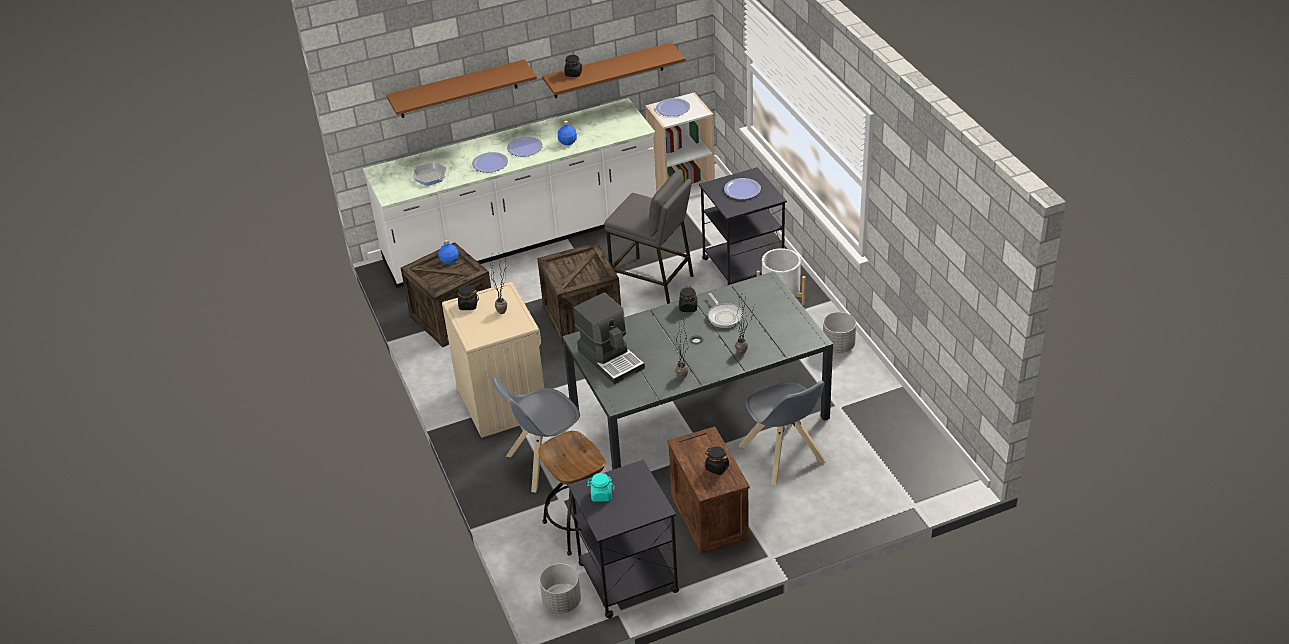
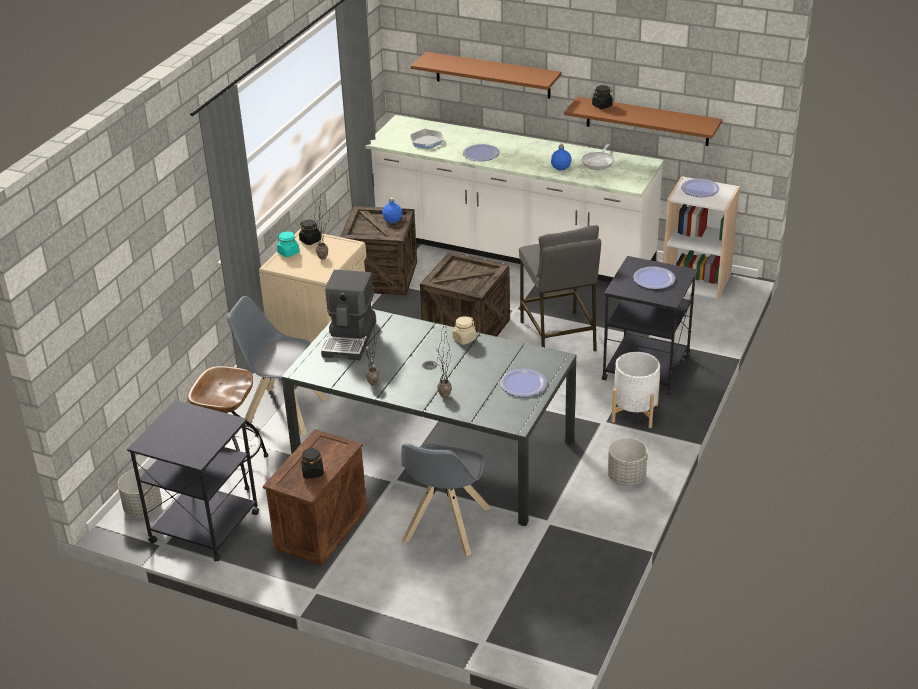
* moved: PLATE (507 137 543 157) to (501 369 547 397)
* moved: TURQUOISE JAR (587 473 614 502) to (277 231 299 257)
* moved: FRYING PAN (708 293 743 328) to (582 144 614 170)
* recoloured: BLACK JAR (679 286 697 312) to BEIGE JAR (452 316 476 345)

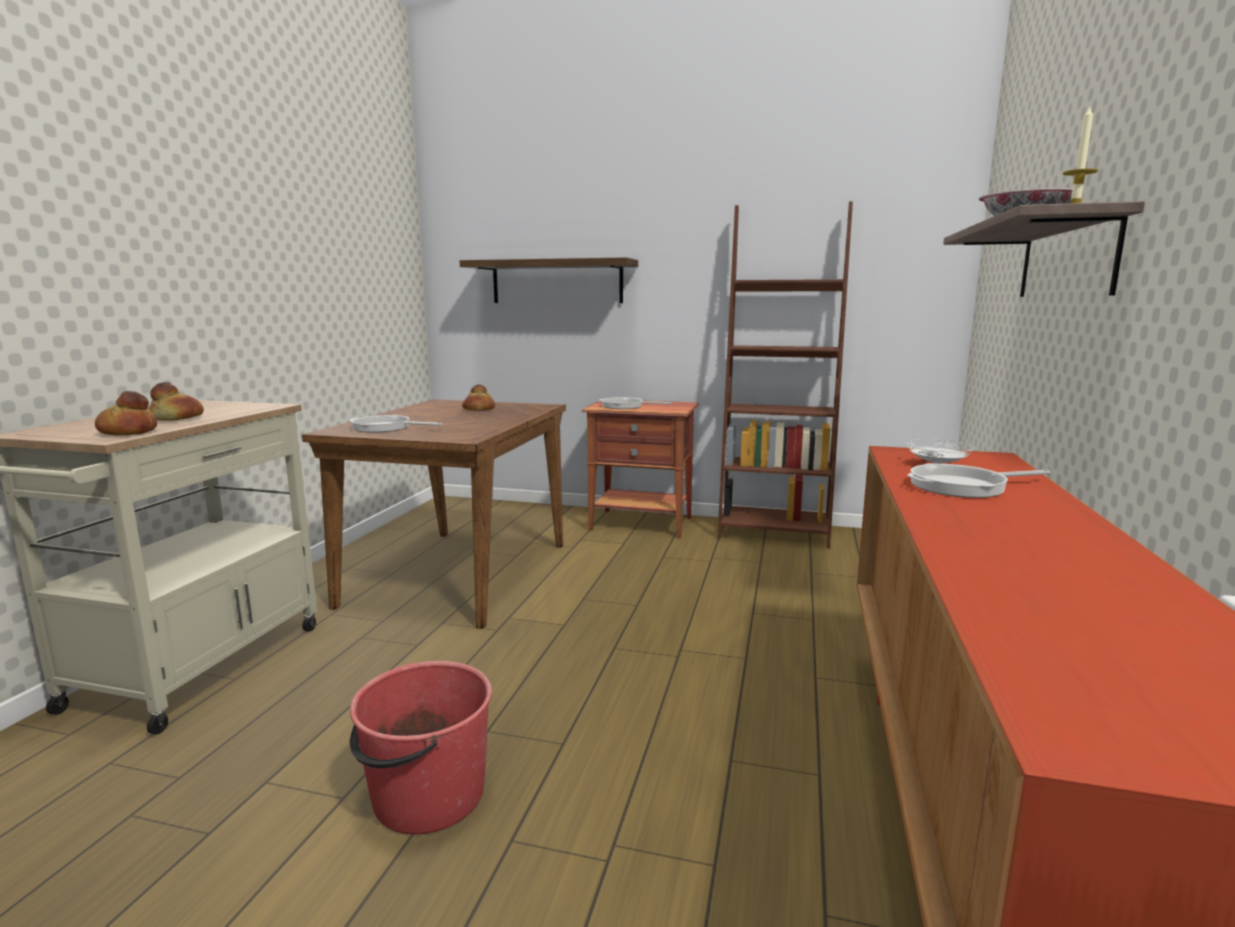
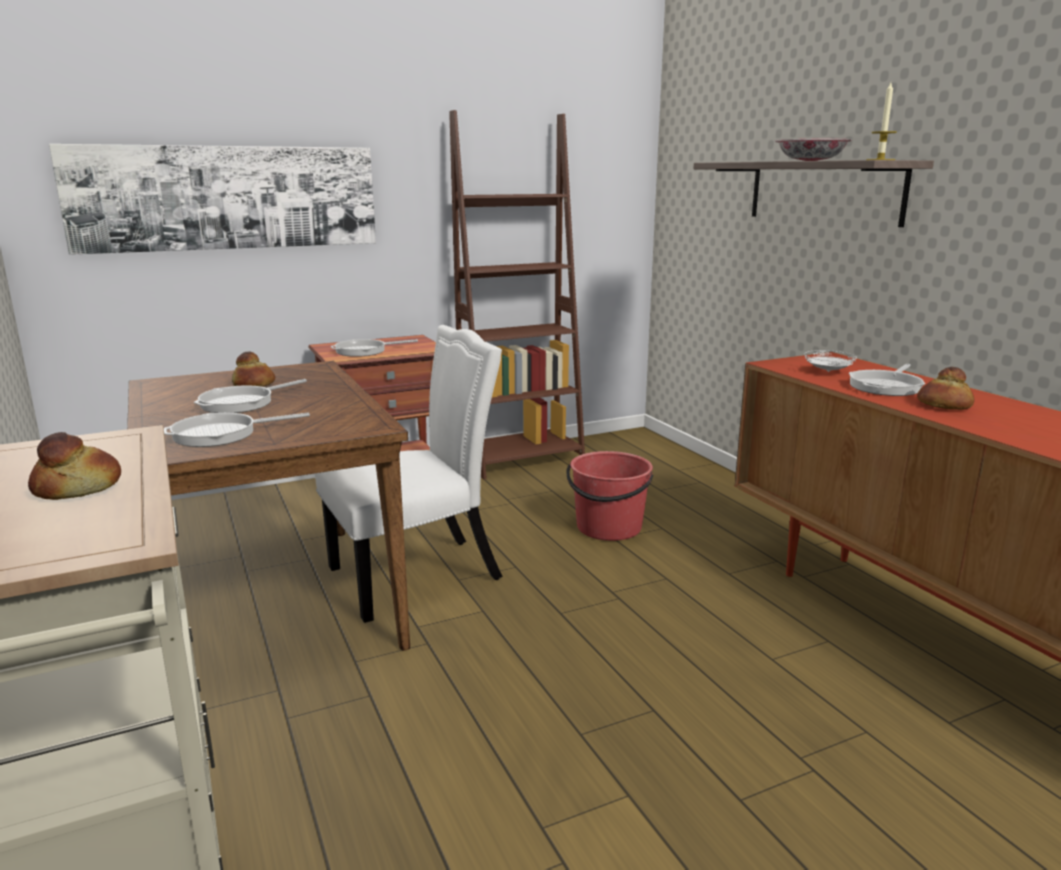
* added: FRYING PAN (194 379 307 413)
* added: WHITE CHAIR (315 325 503 623)
* moved: BREAD (95 391 157 436) to (917 367 975 410)
* moved: RED BUCKET (349 661 492 834) to (566 451 653 541)
* replaced: SHELF (460 257 638 303) to PICTURE (49 144 376 255)

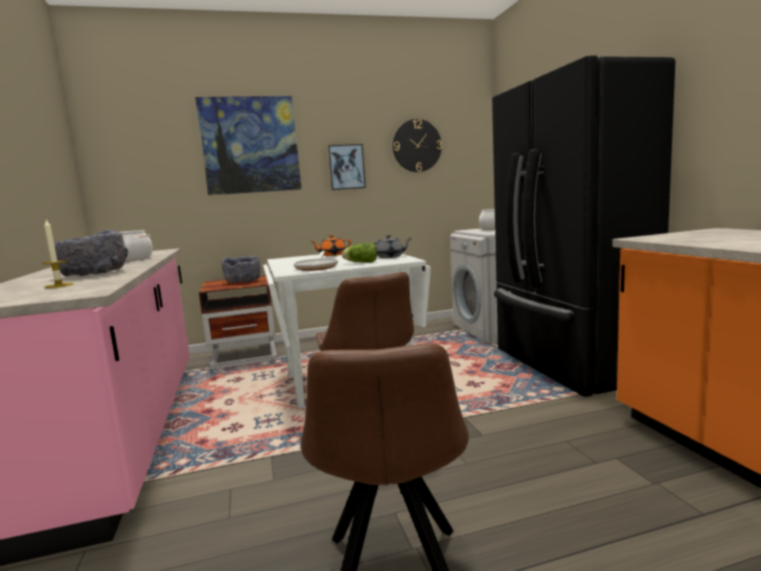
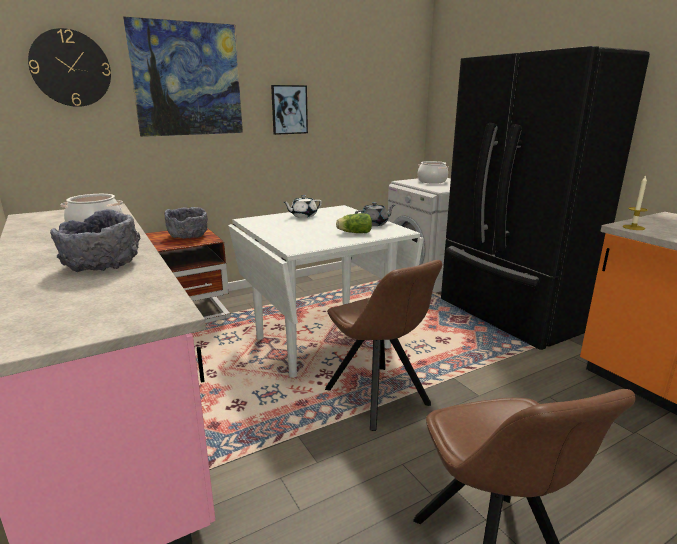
* removed: FRYING PAN (293 251 338 271)
* moved: CANDLE (42 220 73 288) to (623 175 648 230)
* moved: WALL CLOCK (393 119 442 172) to (28 28 111 107)
* recoloured: ORANGE TEAPOT (310 235 351 256) to WHITE TEAPOT (283 195 322 218)

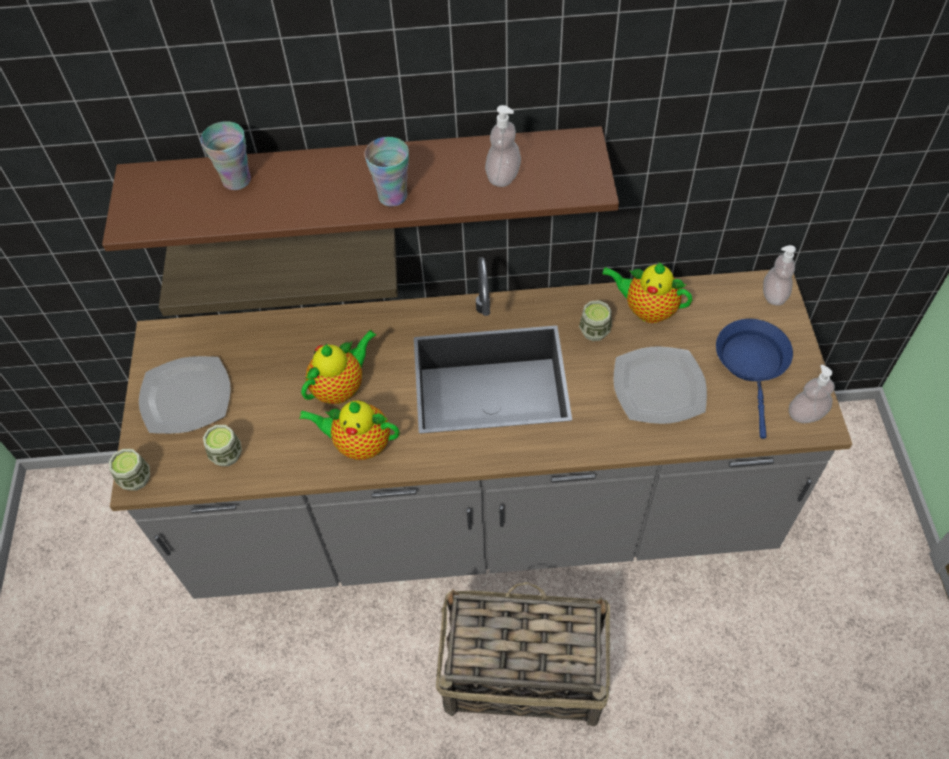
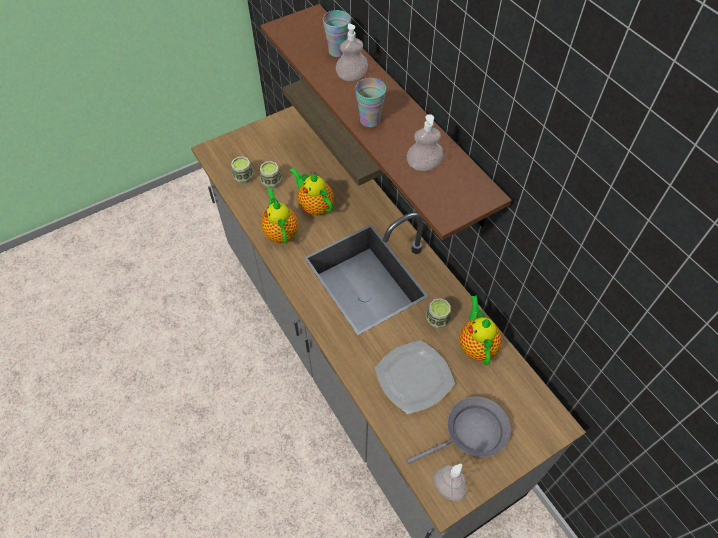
* removed: PLATE (139 356 230 434)
* removed: BASKET (436 582 610 727)
* moved: CUP (109 449 150 491) to (260 161 282 189)
* moved: SOAP DISPENSER (763 245 796 306) to (336 23 368 81)
* recoloured: BLUE FRYING PAN (716 319 793 439) to GREY FRYING PAN (407 397 511 464)
* turned: TEAPOT (301 330 377 404) = (289 167 334 216) 150 degrees counterclockwise

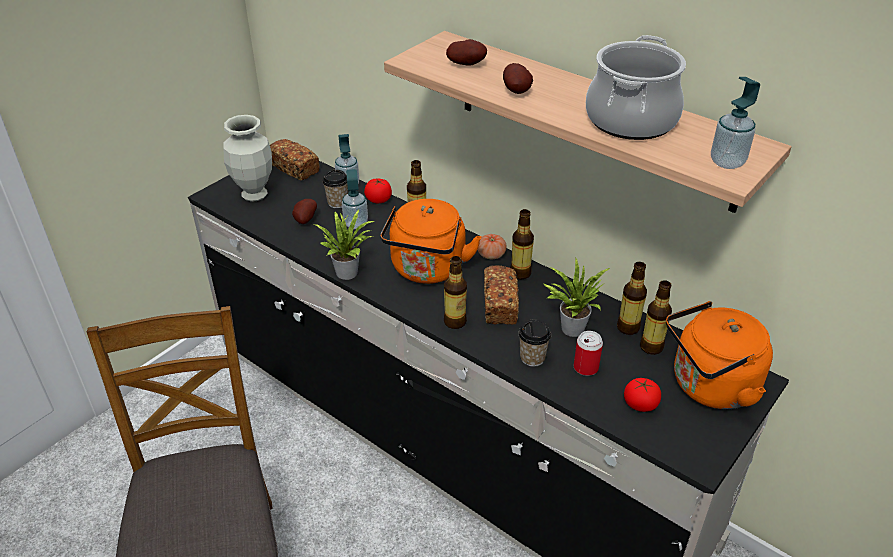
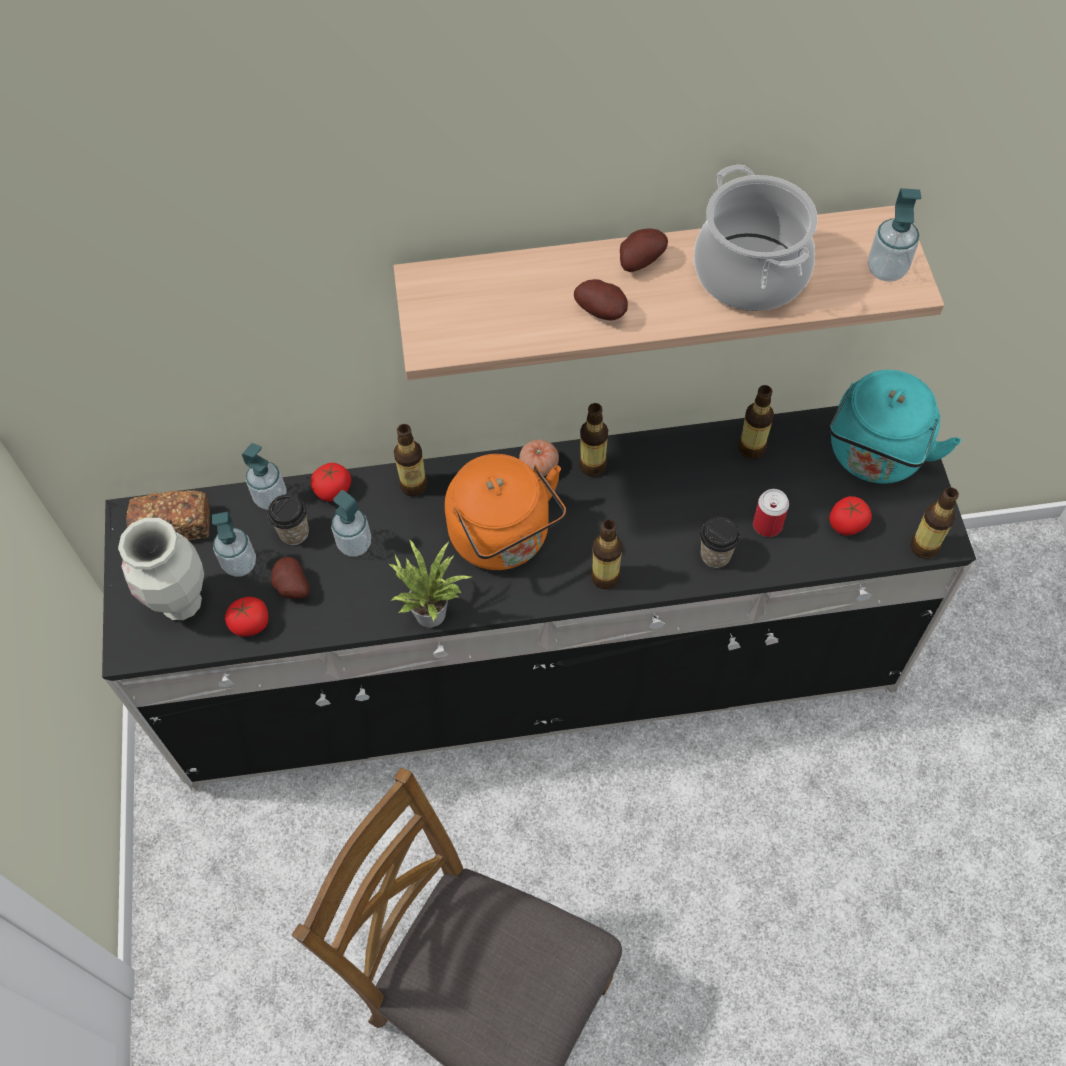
* removed: BREAD (484 265 519 324)
* removed: POTTED PLANT (542 258 610 337)
* added: SOAP DISPENSER (212 512 256 577)
* added: TOMATO (225 597 268 636)
* moved: POTATO (446 39 487 66) to (620 228 668 272)
* moved: BOTTLE (640 280 672 355) to (910 487 959 559)
* recoloured: ORANGE KETTLE (666 301 773 409) to TURQUOISE KETTLE (829 370 961 484)

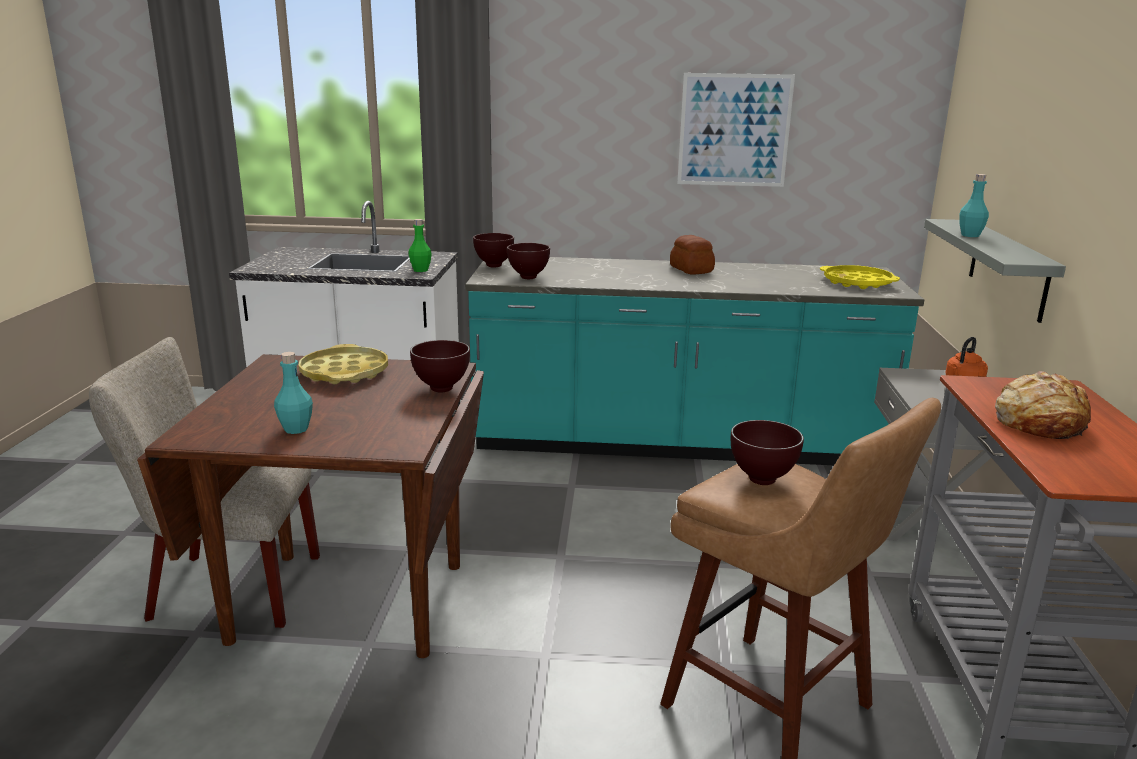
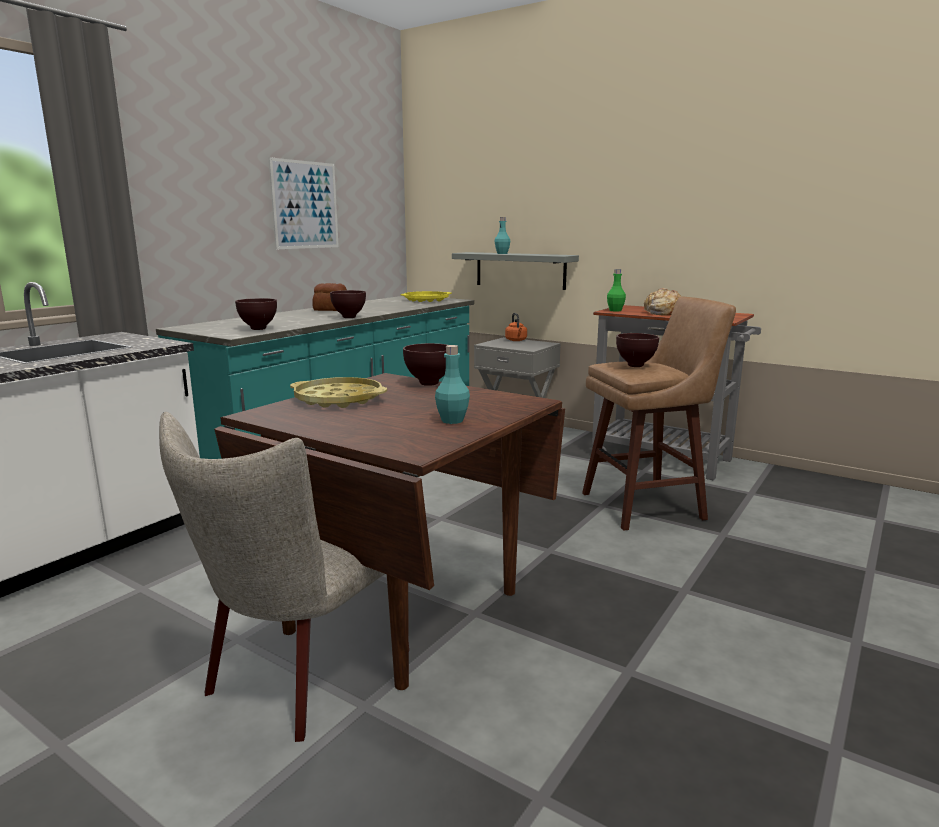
* moved: GREEN BOTTLE (408 219 432 272) to (607 269 626 311)
* moved: BROWN BOWL (473 233 514 268) to (330 290 366 318)

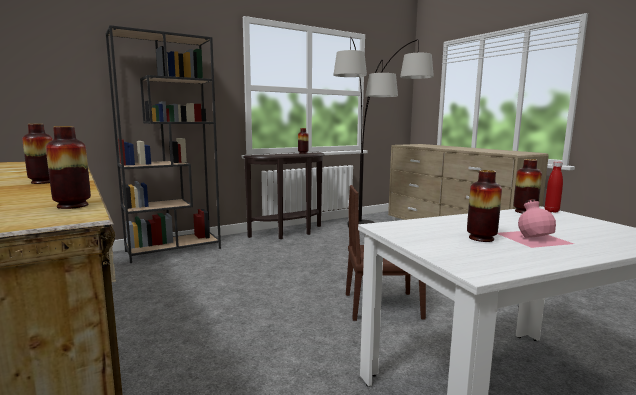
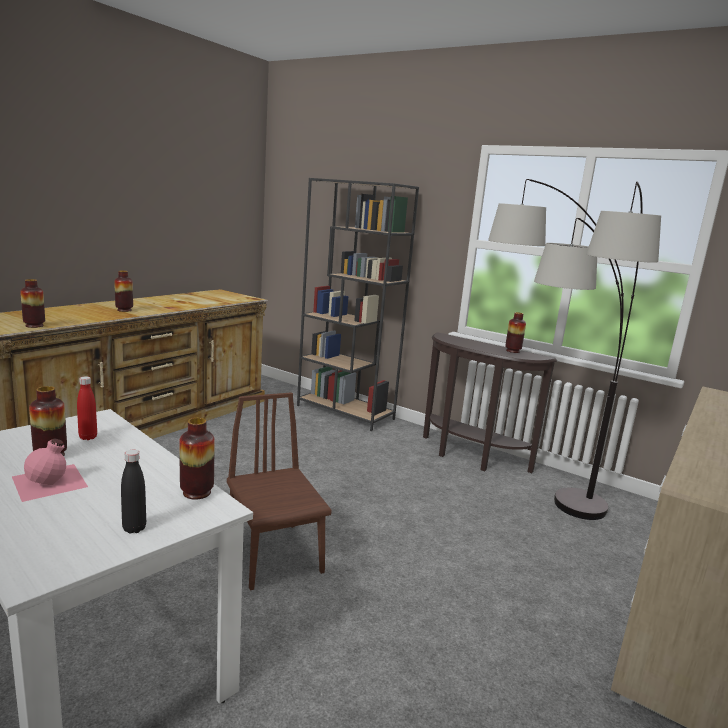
* added: BLACK BOTTLE (121 450 146 534)
* moved: RED BOTTLE (545 161 563 213) to (77 376 97 440)

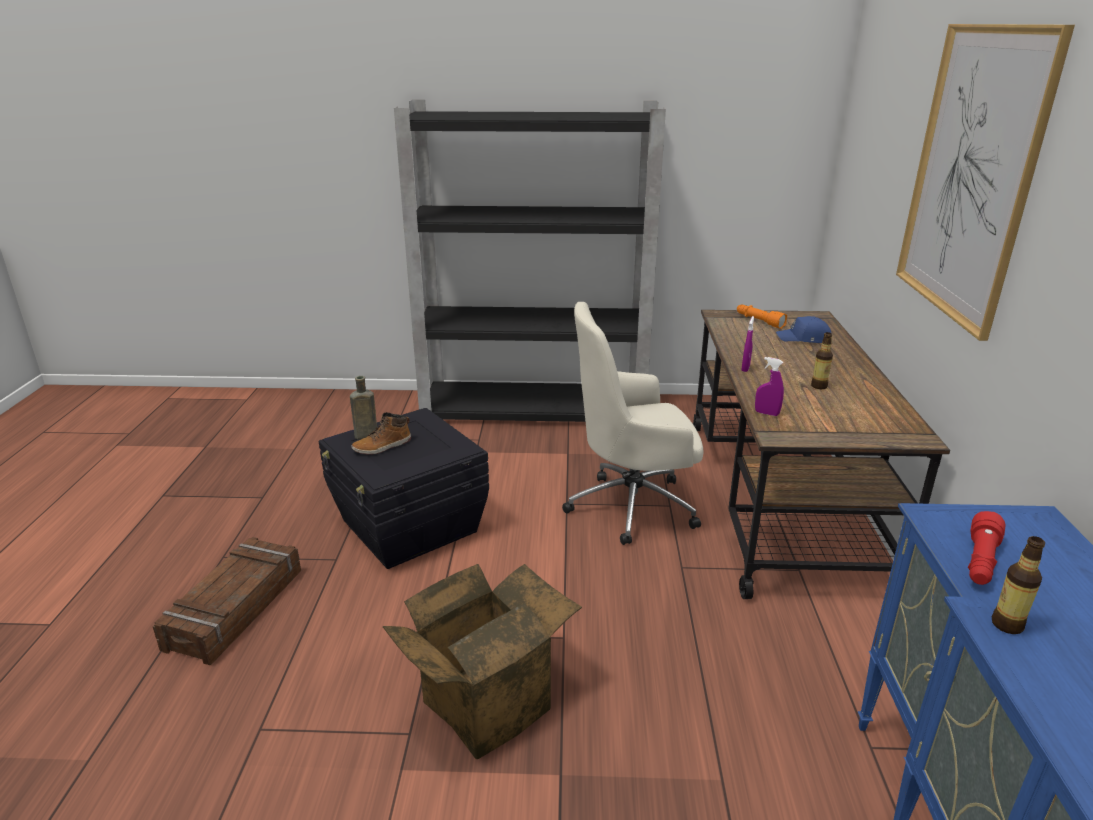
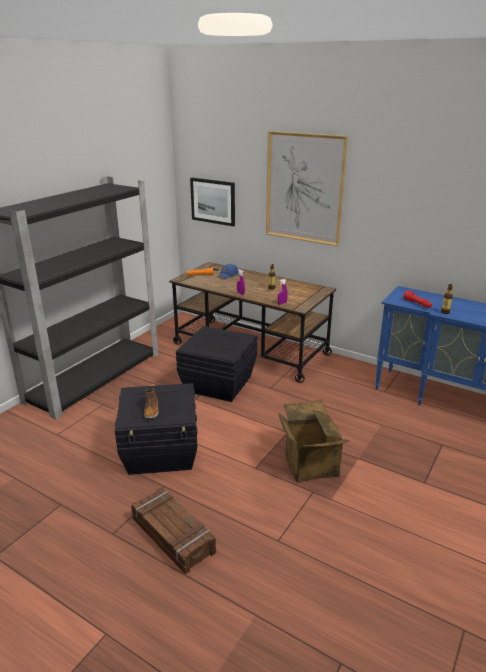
* removed: BROWN BOTTLE (350 376 377 439)
* added: PICTURE (190 178 235 227)
* replaced: BEIGE OFFICE CHAIR (562 302 703 545) to BLACK STORAGE BOX (176 326 257 402)

